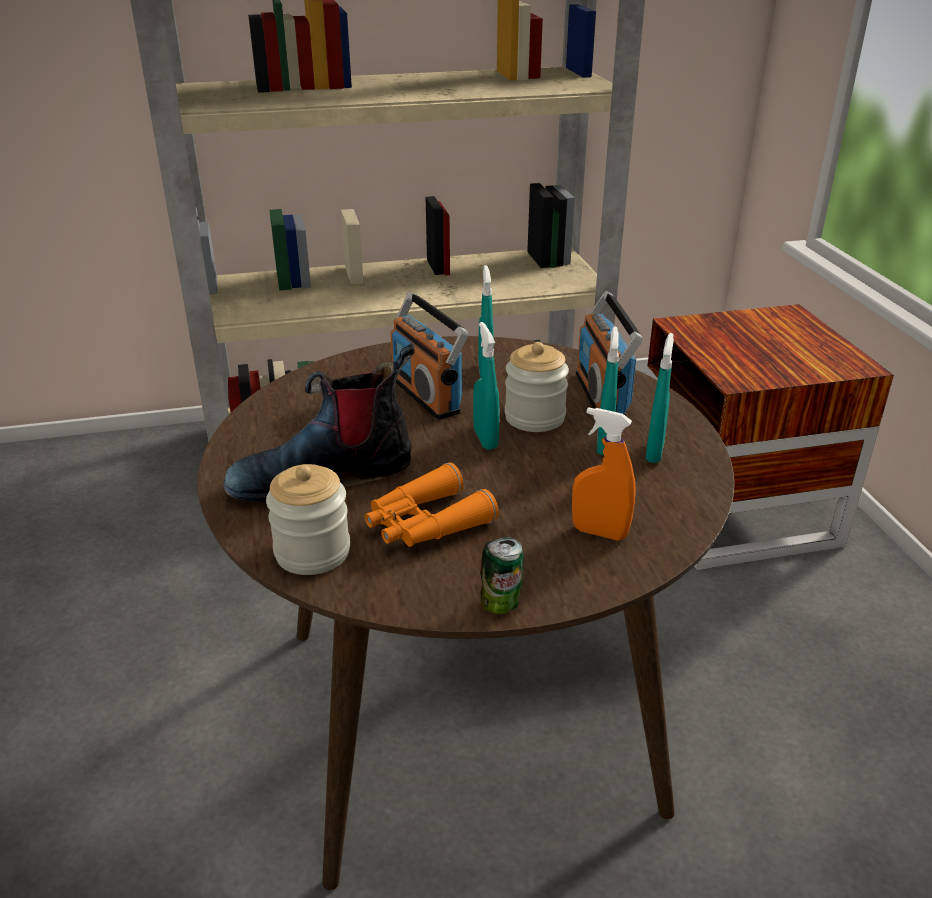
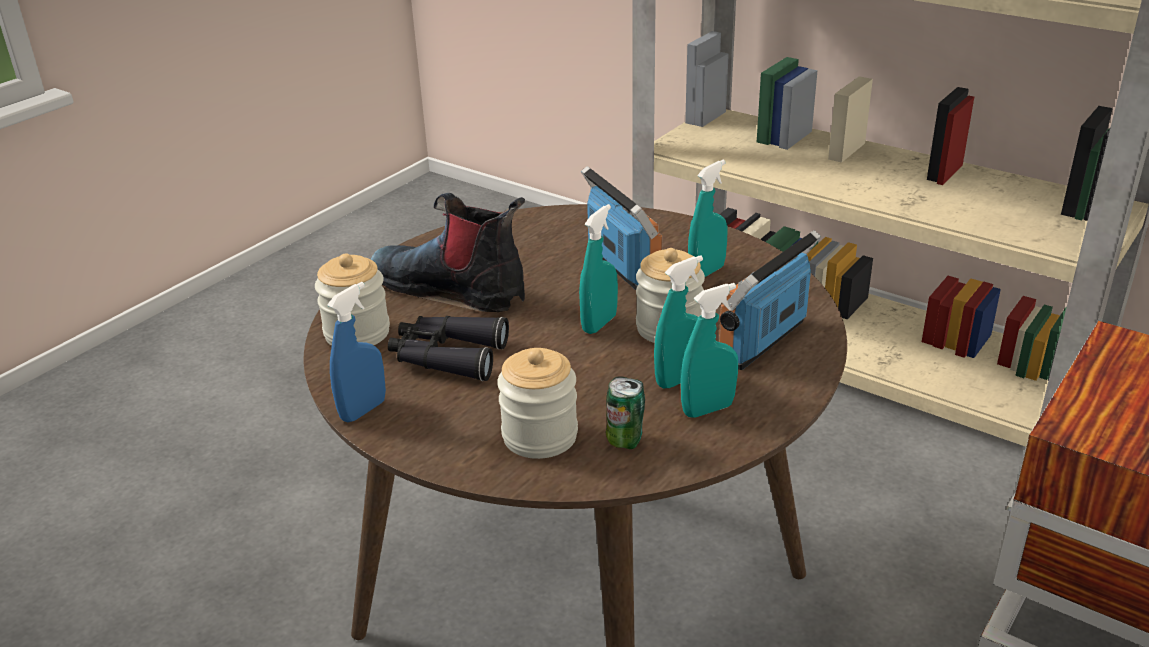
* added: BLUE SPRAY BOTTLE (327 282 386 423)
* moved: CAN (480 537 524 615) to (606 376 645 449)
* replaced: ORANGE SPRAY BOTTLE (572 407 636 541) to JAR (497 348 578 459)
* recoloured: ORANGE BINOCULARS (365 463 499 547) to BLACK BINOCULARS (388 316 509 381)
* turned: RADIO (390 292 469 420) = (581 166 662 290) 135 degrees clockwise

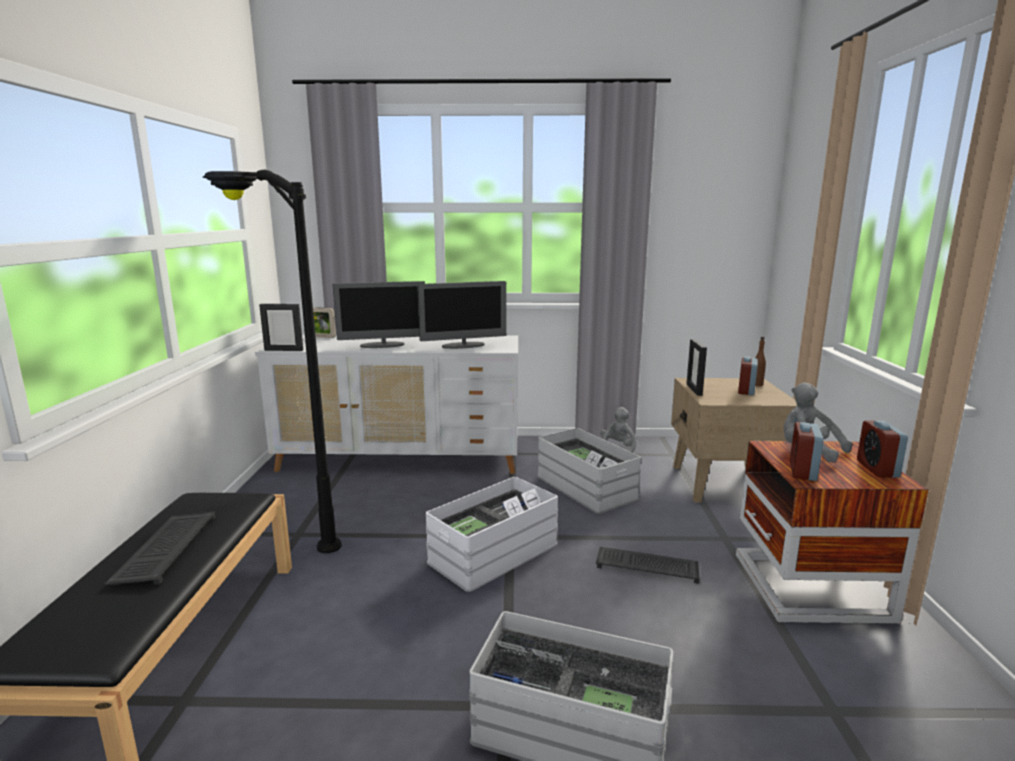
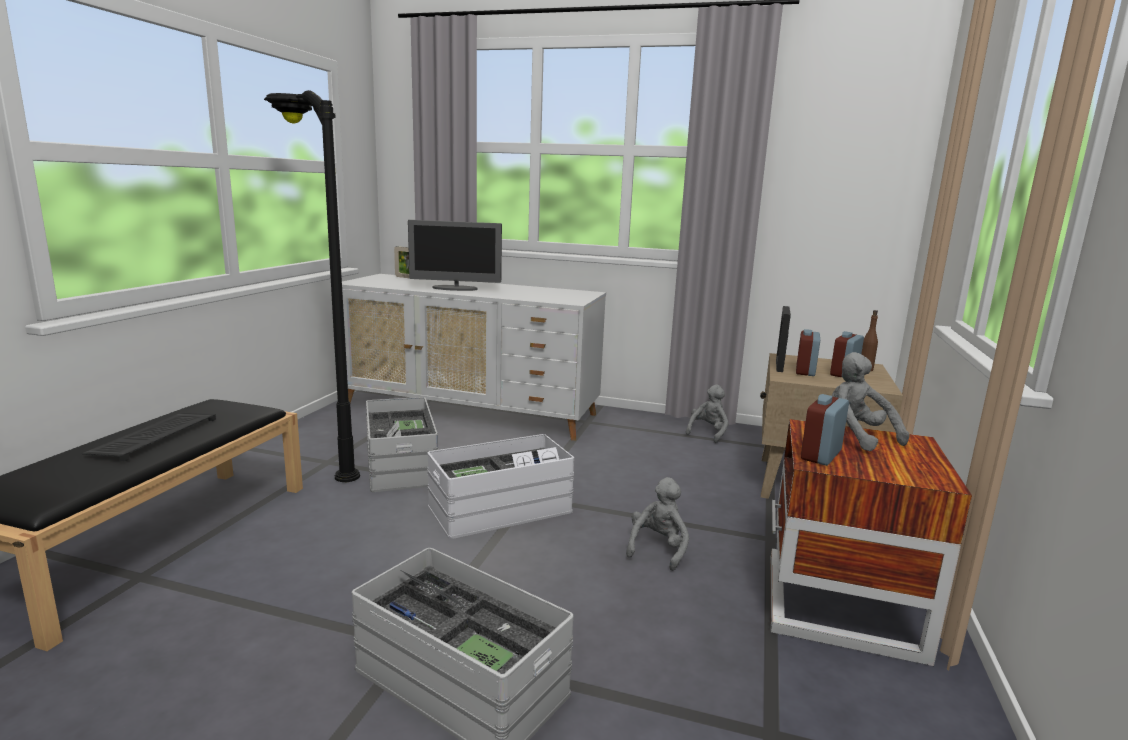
* removed: PICTURE FRAME (259 304 303 351)
* removed: MONITOR (417 281 506 349)
* moved: GREY STORAGE BOX (537 428 641 514) to (366 397 438 492)
* moved: ALARM CLOCK (857 420 908 478) to (796 329 820 376)
* replaced: KEYBOARD (596 547 700 584) to GREY PLUSH TOY (626 477 689 571)

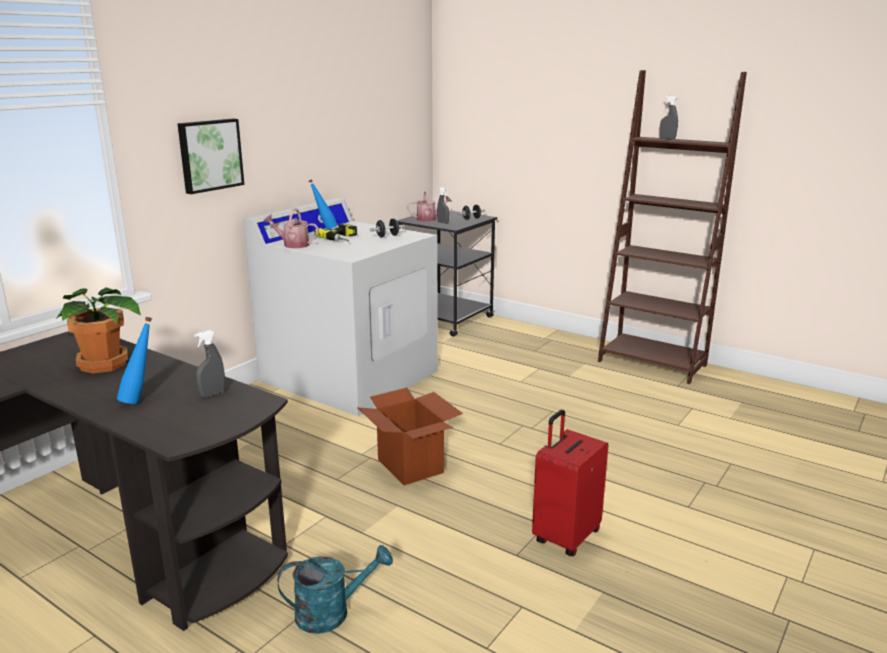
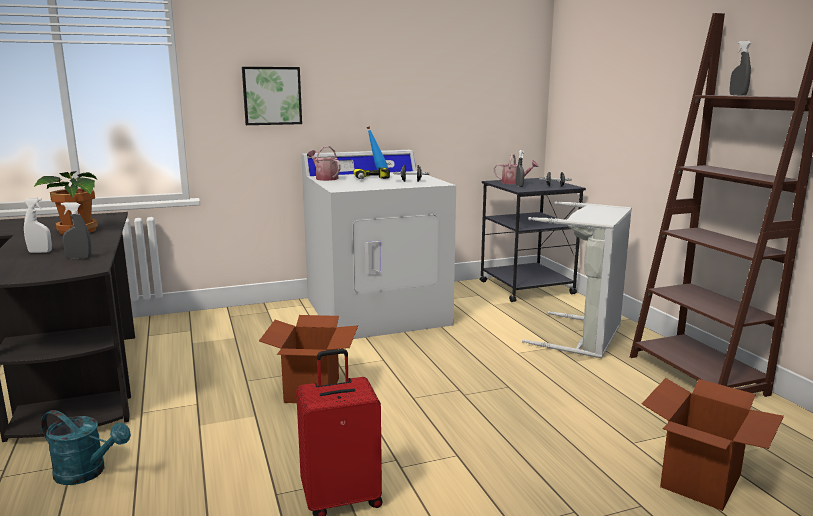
* added: GREY LAUNDRY BASKET (522 202 632 358)
* added: CARDBOARD BOX (642 378 784 511)
* replaced: BLUE BOTTLE (117 317 152 404) to WHITE SPRAY BOTTLE (23 198 52 253)

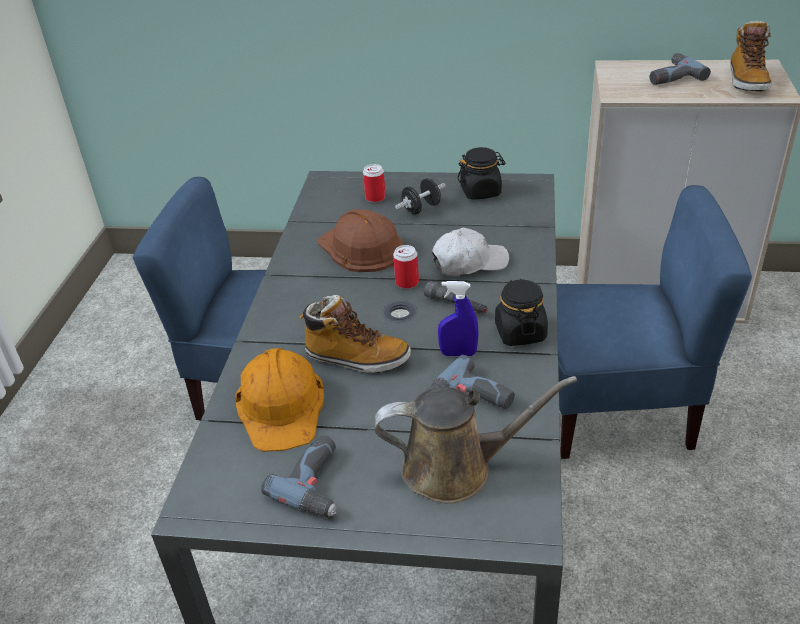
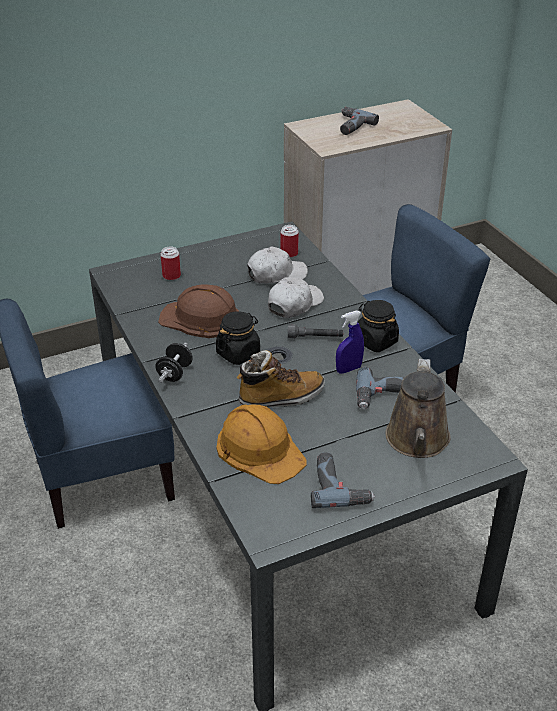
* removed: BOOT (731 20 772 92)
* added: WHITE CAP (247 246 308 283)
* moved: CAN (393 245 419 289) to (281 225 299 258)
* moved: BLACK DUMBBELL (395 178 446 214) to (155 343 193 383)
* moved: BLACK JAR (457 147 505 200) to (216 311 260 365)
* turned: BROWN WATERING CAN (375 376 577 504) = (385 359 450 458) 135 degrees clockwise

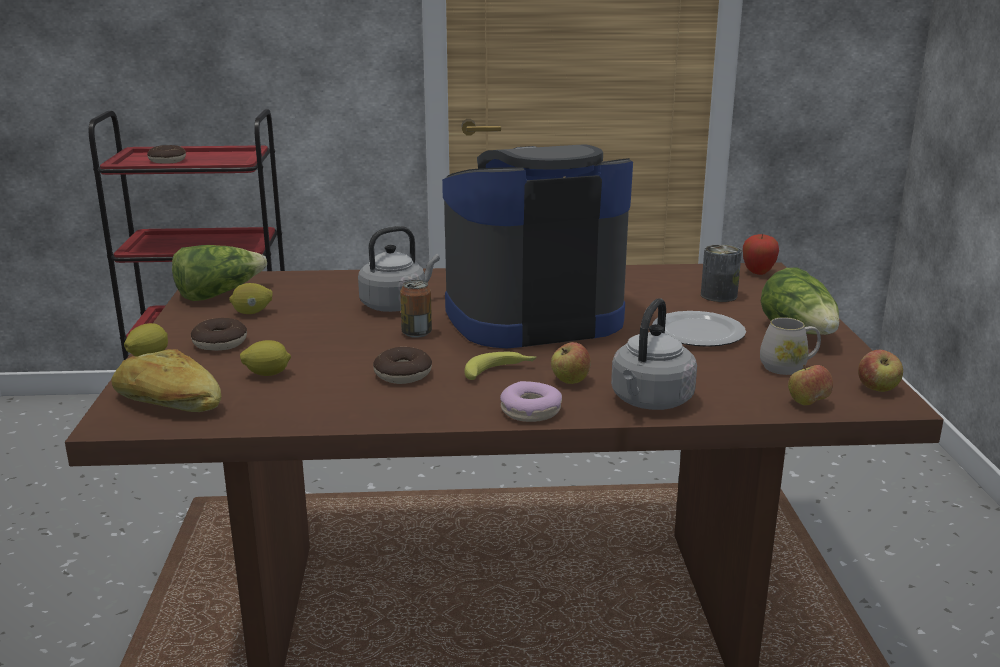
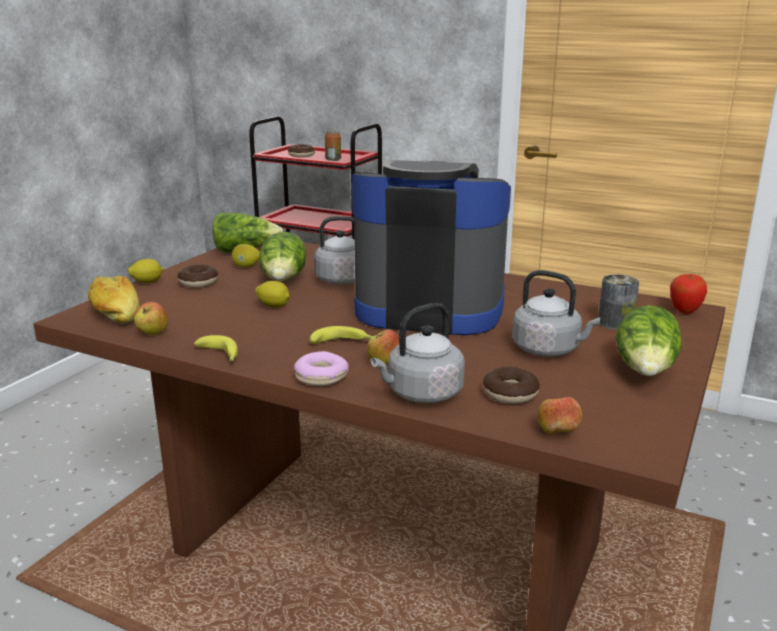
* removed: WHITE MUG (760 317 821 375)
* added: BANANA (194 335 238 361)
* added: LETTUCE (259 232 306 281)
* moved: LEMON (240 340 291 376) to (255 281 290 308)
* moved: DONUT (373 347 432 384) to (483 367 540 404)
* moved: CAN (400 280 432 338) to (325 131 341 161)
* moved: APPLE (858 350 903 392) to (134 302 168 335)
* replaced: PLATE (652 311 746 347) to GREY KETTLE (512 270 601 357)

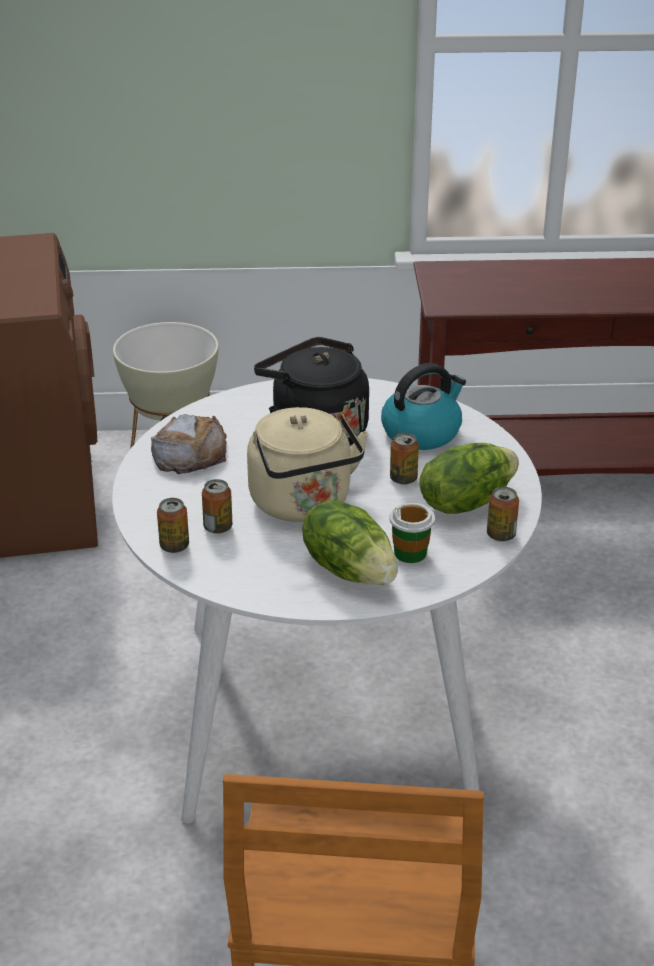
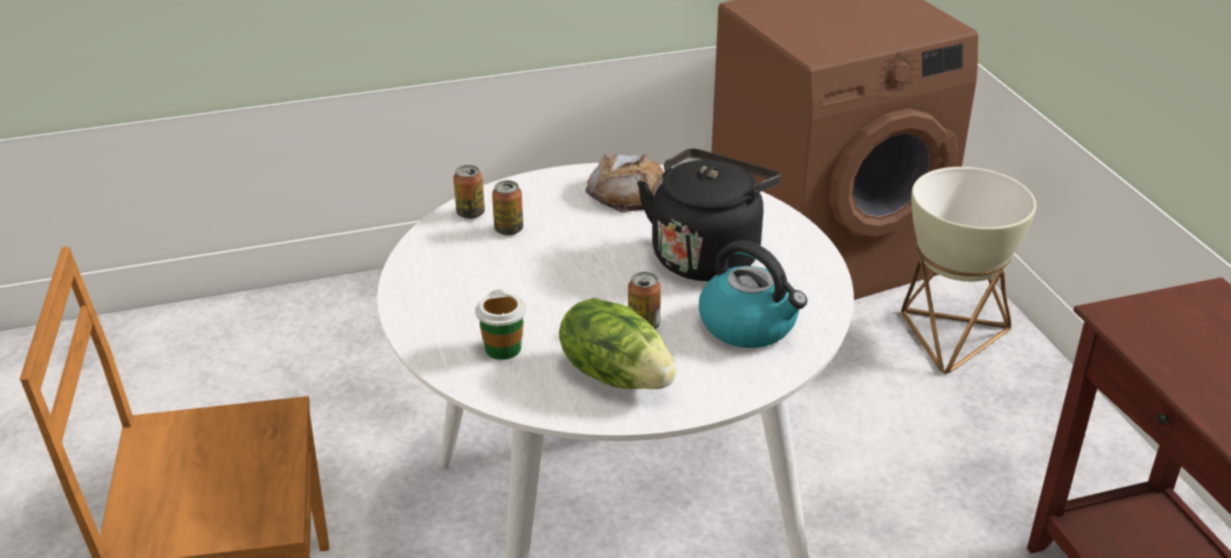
* removed: BEIGE KETTLE (247 407 369 522)
* removed: LETTUCE (302 499 398 585)
* removed: CAN (487 487 519 542)

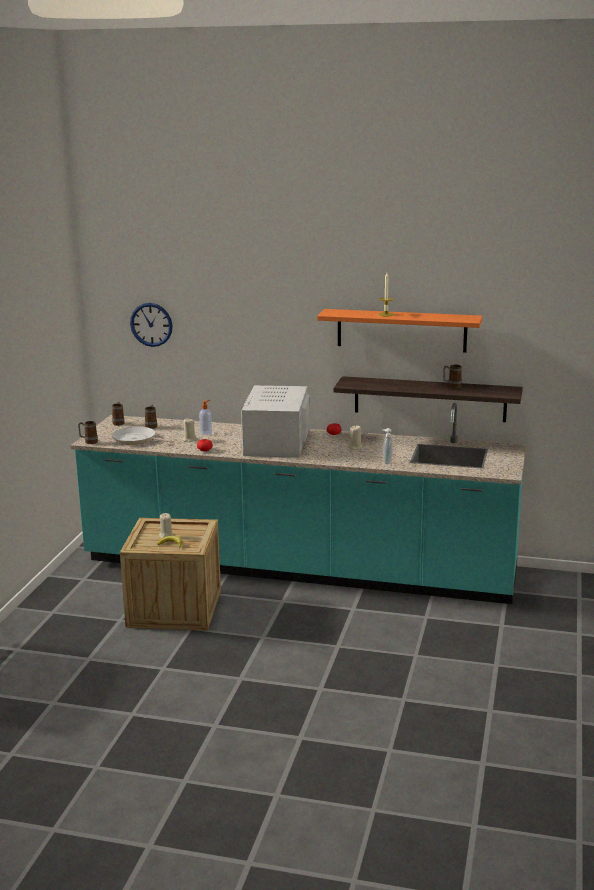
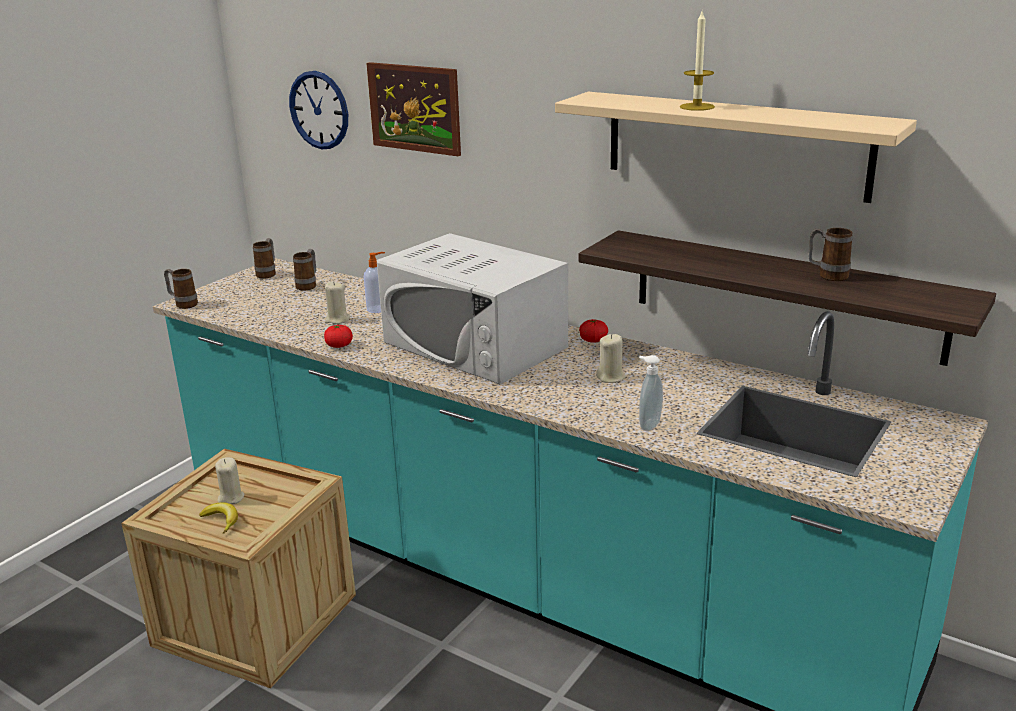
* removed: FRYING PAN (112 427 174 445)
* added: PICTURE (366 62 461 156)
* recoloured: ORANGE SHELF (317 309 483 353) to BEIGE SHELF (555 92 917 203)
* turned: WHITE MICROWAVE (241 385 310 458) = (377 233 568 384) 75 degrees counterclockwise

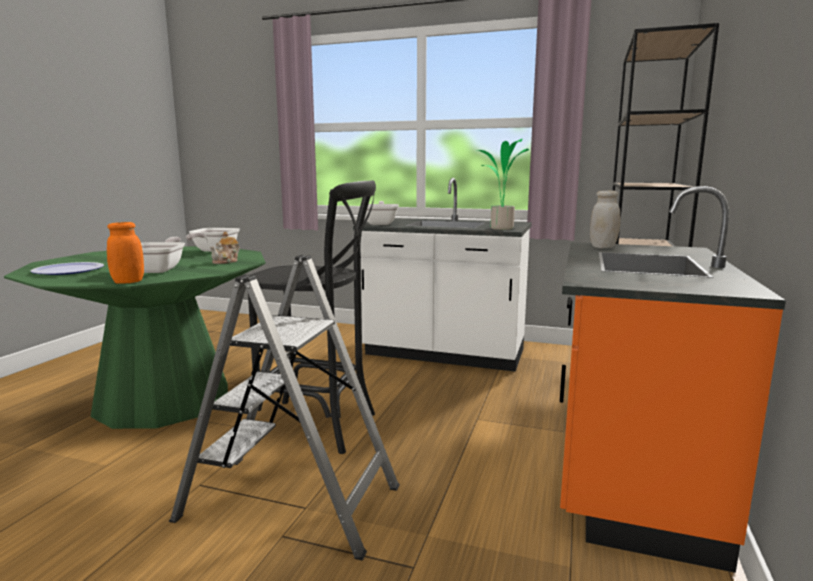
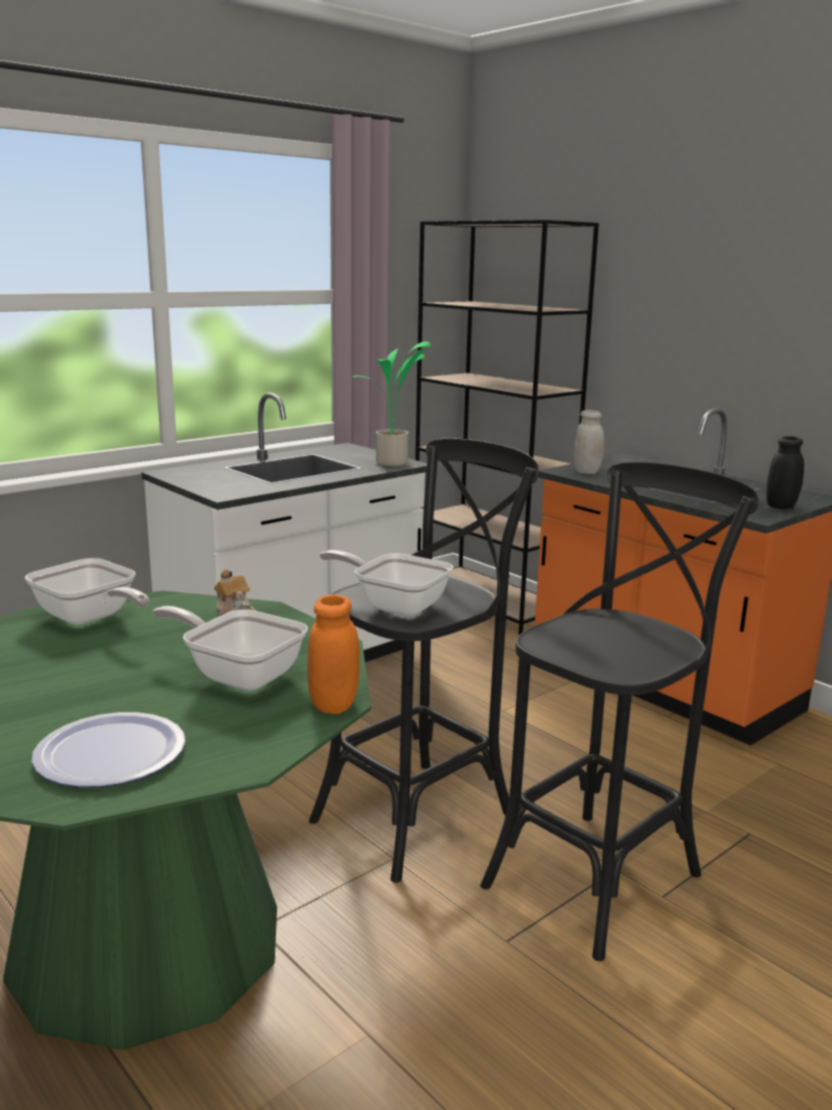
* added: BLACK JAR (766 436 804 509)
* moved: FRYING PAN (365 201 399 225) to (320 550 454 616)
* replaced: GREY STEP LADDER (169 255 400 560) to BLACK STOOL (480 462 759 961)

